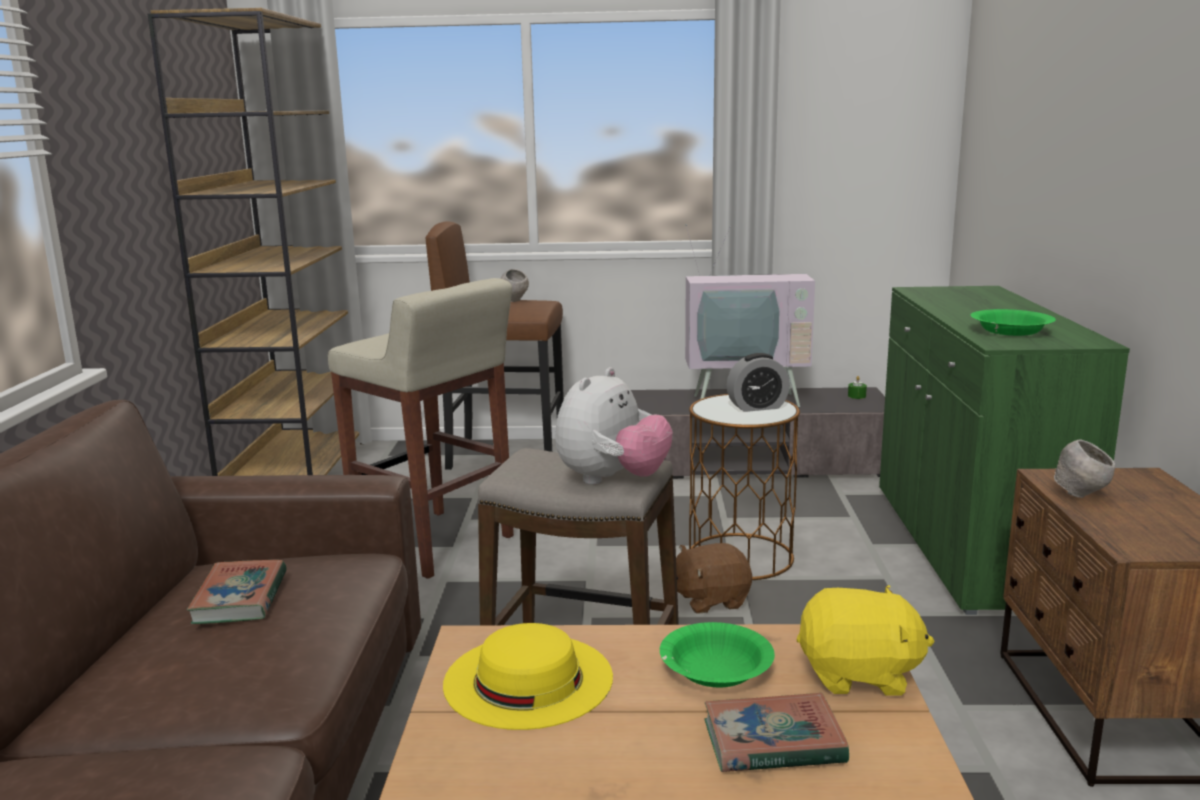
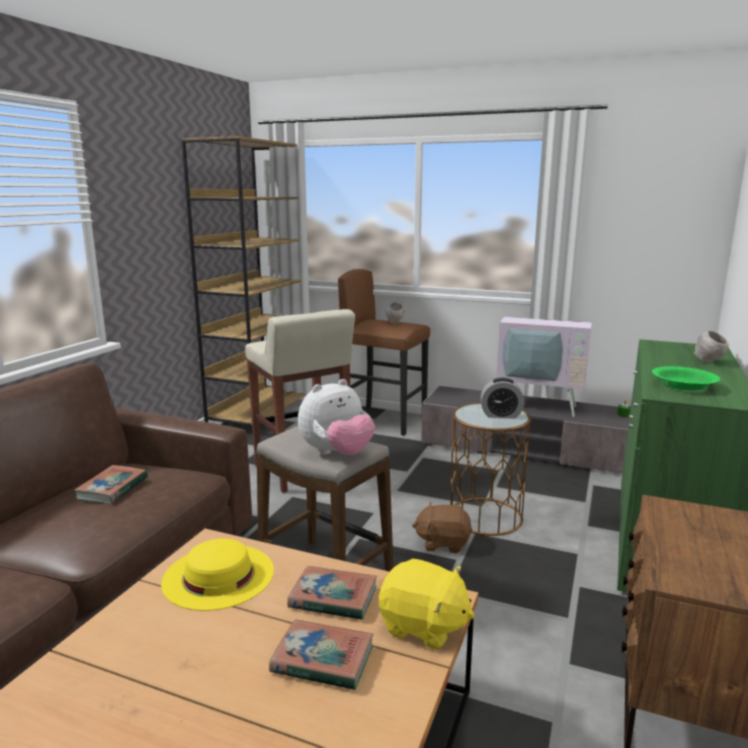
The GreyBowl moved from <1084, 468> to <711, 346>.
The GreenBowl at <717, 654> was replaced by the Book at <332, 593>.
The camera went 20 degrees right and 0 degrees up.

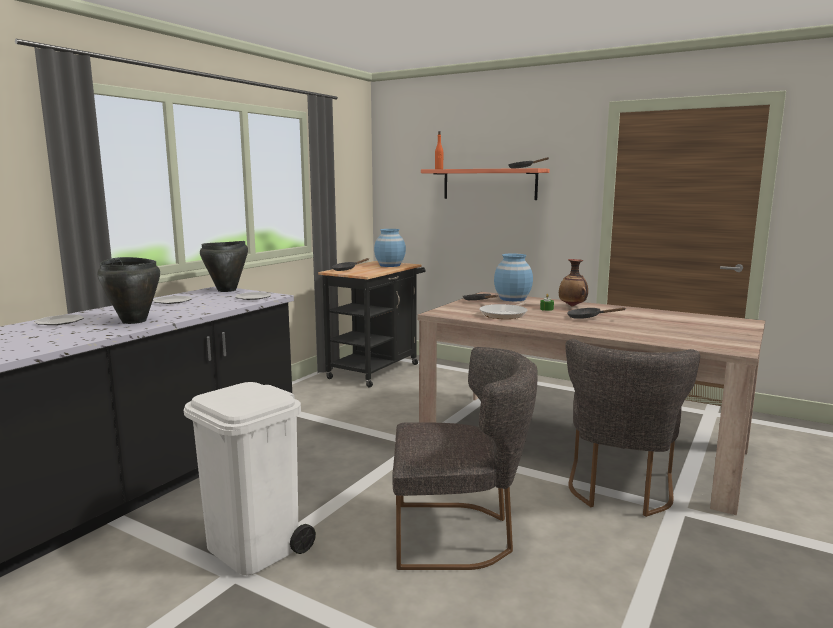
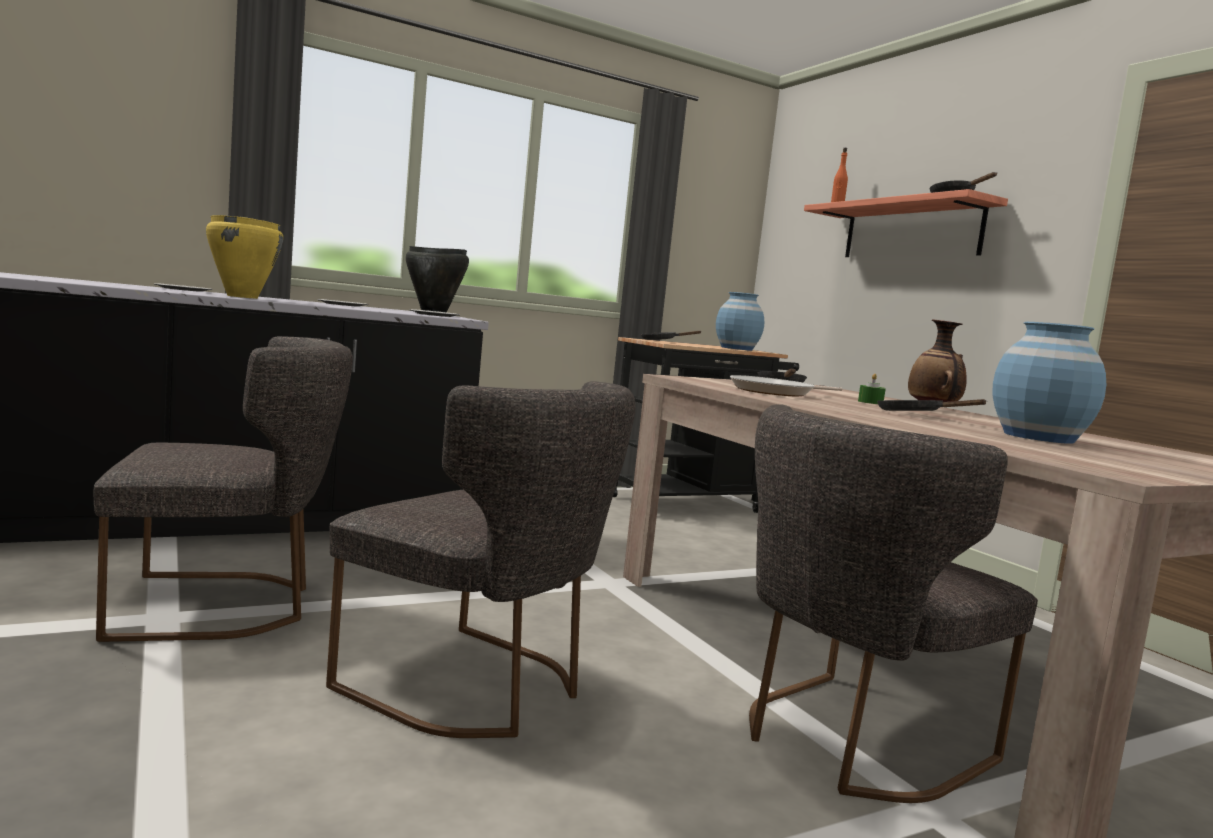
The BlueVase moved from <513, 277> to <1049, 383>.
The WhiteTrashCan at <250, 478> was replaced by the GreyChair at <223, 489>.
The BlackCookingPot at <128, 290> became the YellowCookingPot at <245, 257>.
The camera went 30 degrees right and 5 degrees down.

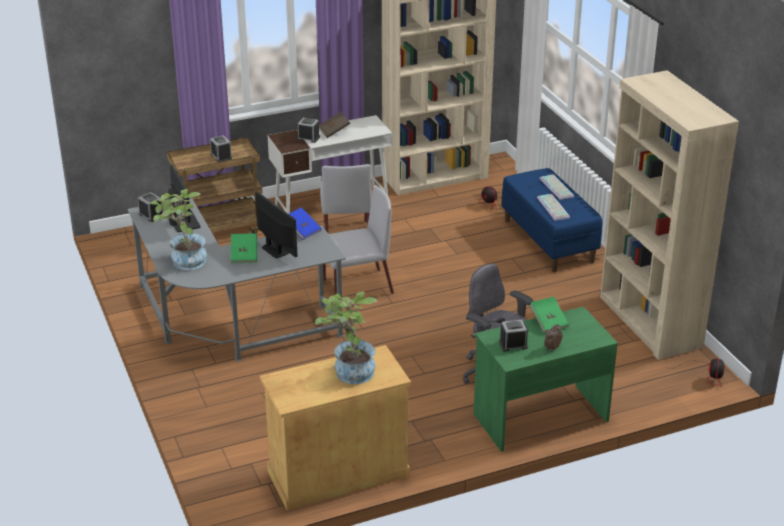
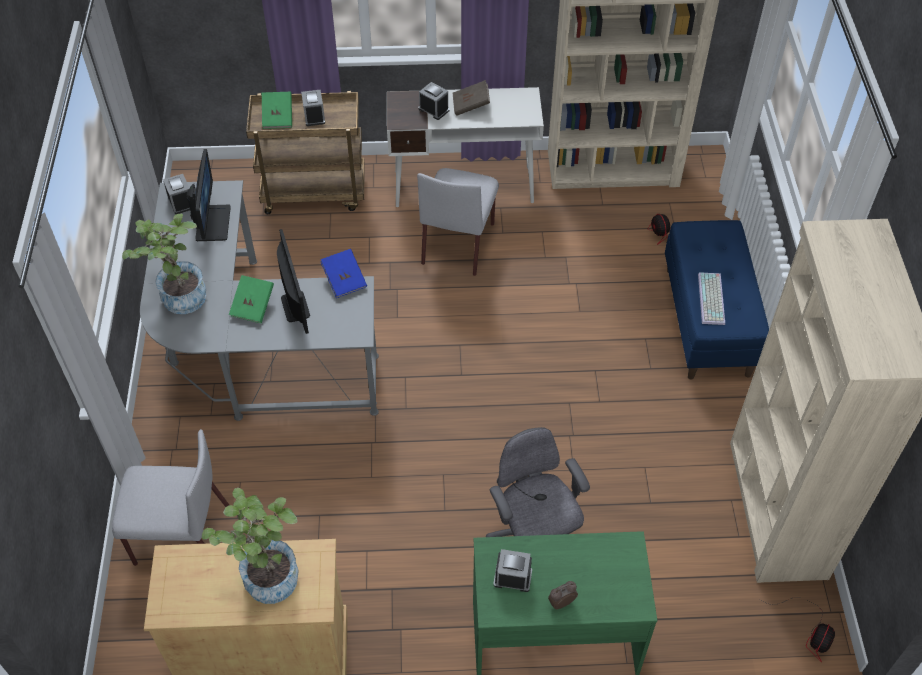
The Keyboard at <556, 187> disappeared.
The GreyChair moved from <358, 240> to <170, 497>.
The GreenBook moved from <549, 315> to <277, 110>.
The camera went 20 degrees right and 20 degrees up.

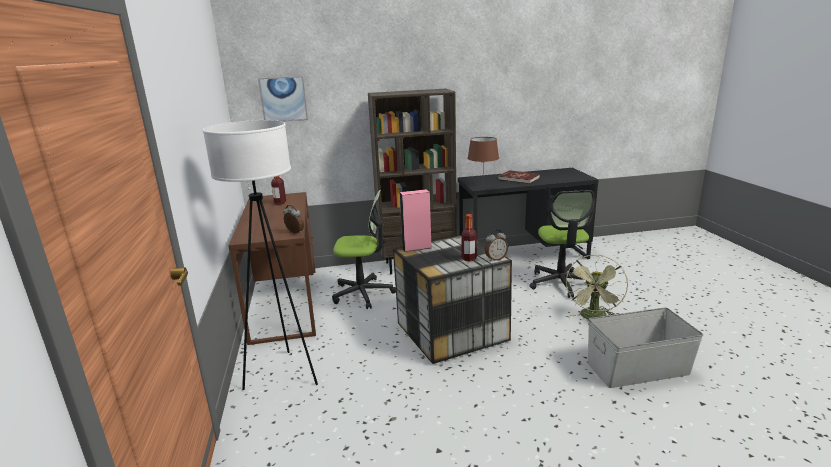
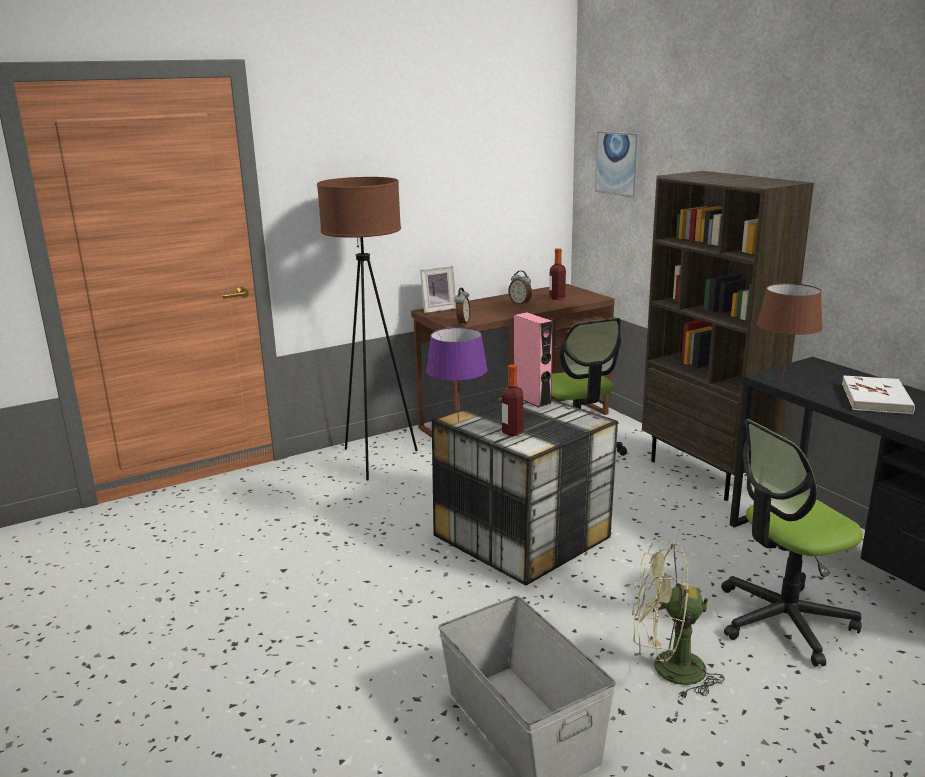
The PictureFrame at <438, 289> appeared.
The PurpleTableLamp at <457, 374> appeared.
The AlarmClock moved from <496, 245> to <520, 288>.
The WhiteFloorLamp at <260, 255> became the BrownFloorLamp at <367, 328>.
The RedBook at <519, 177> became the WhiteBook at <878, 394>.
The camera went 70 degrees right and 0 degrees up.

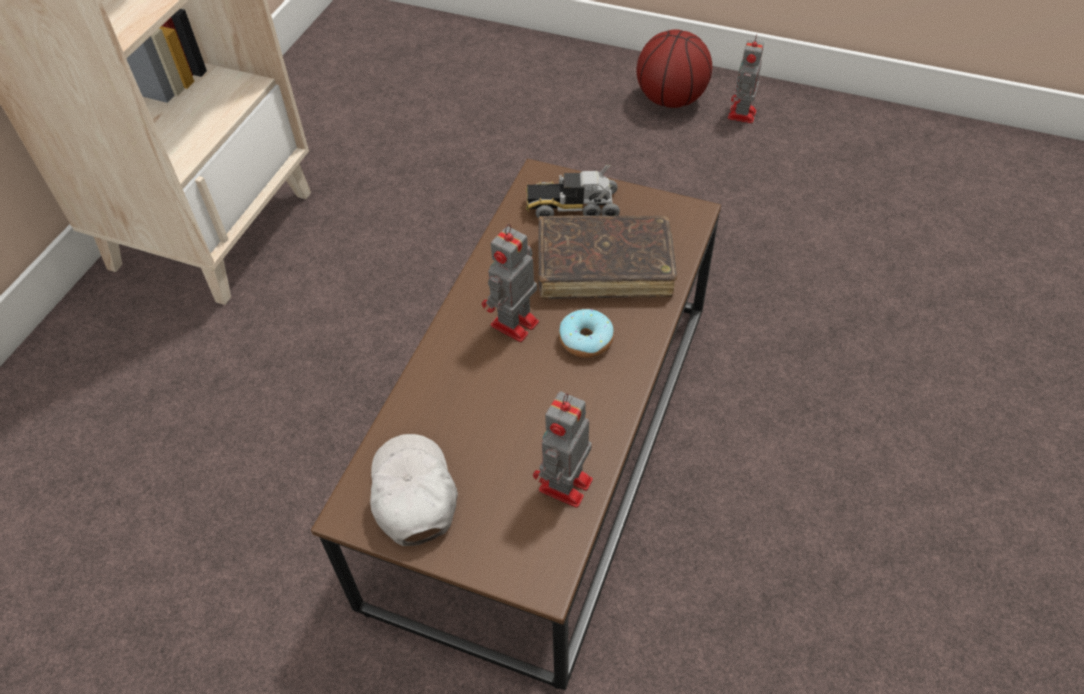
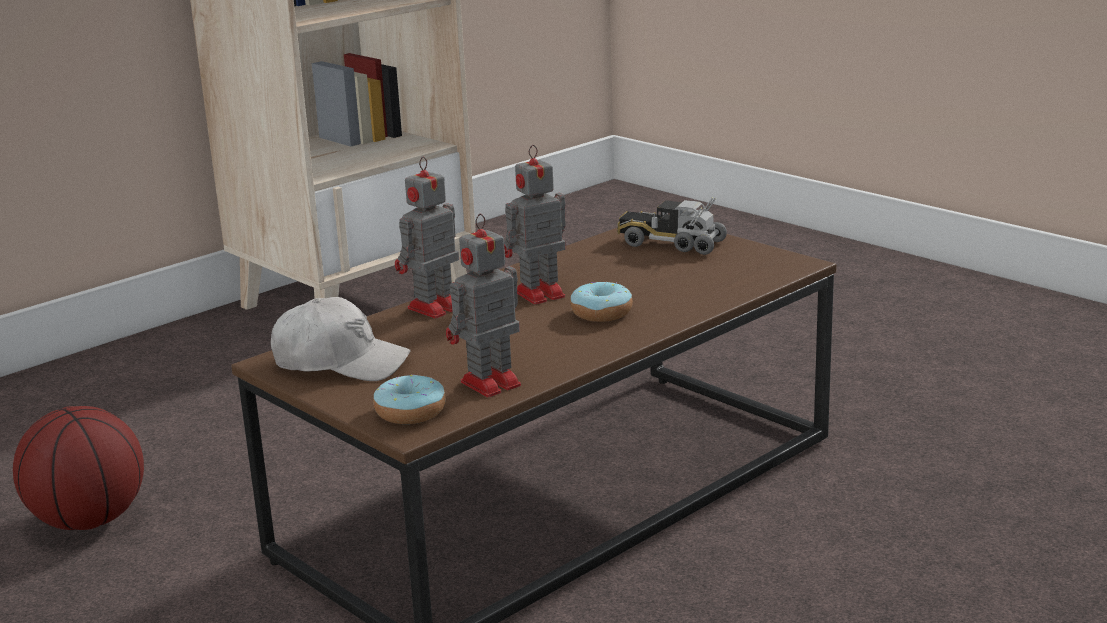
The BrownBook at <607, 257> disappeared.
The Donut at <409, 399> appeared.
The Basketball moved from <674, 68> to <78, 468>.
The ToyRobot moved from <746, 79> to <427, 238>.
The WhiteCap at <414, 490> turned 90 degrees clockwise.
The camera went 25 degrees right and 30 degrees down.

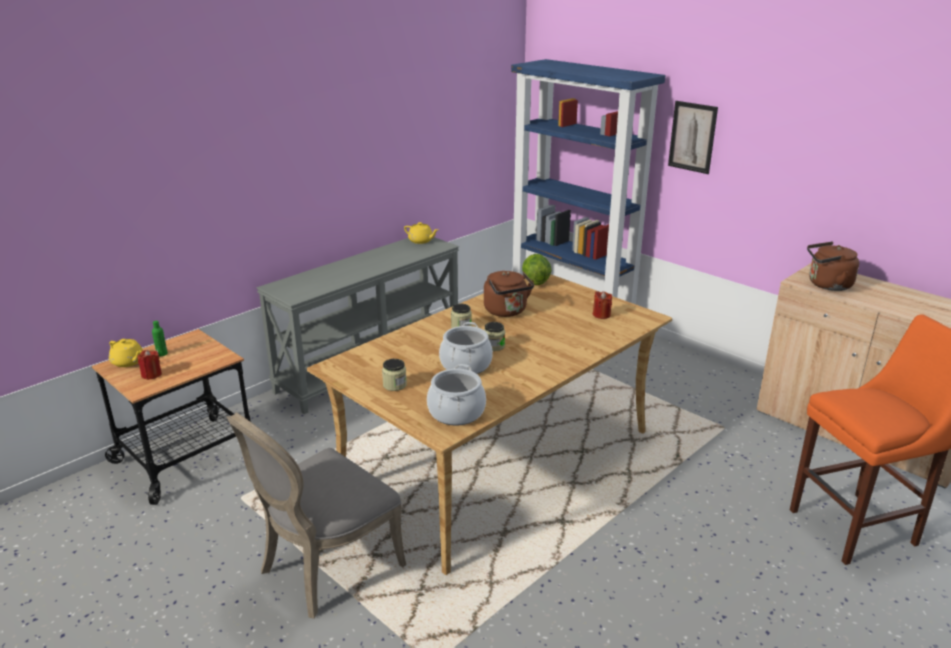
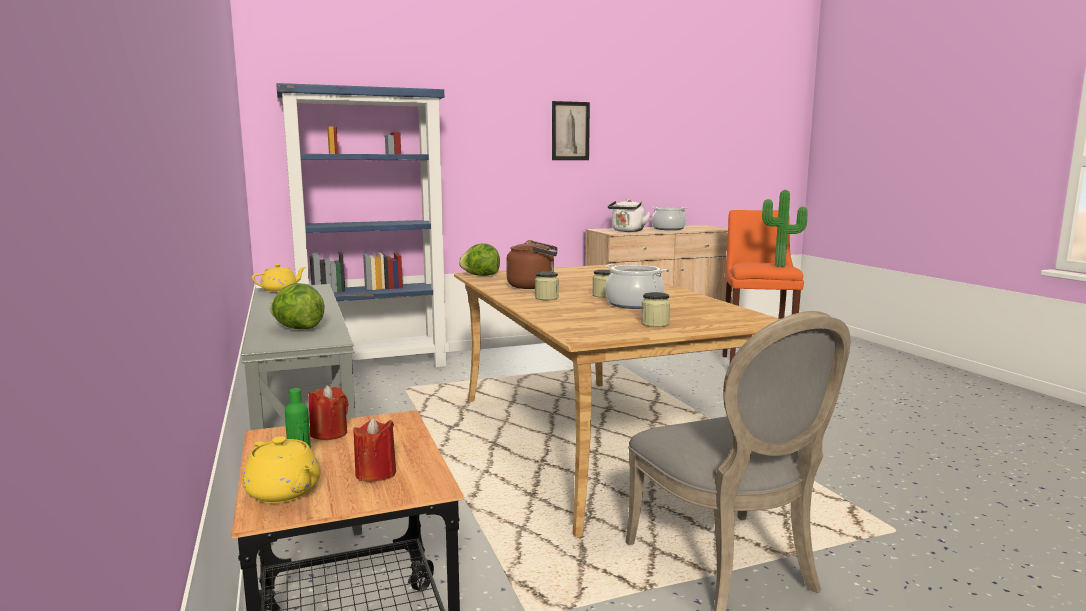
The Lettuce at <297, 306> appeared.
The PottedPlant at <785, 228> appeared.
The CookingPot moved from <456, 394> to <669, 218>.
The RedCandle moved from <602, 305> to <328, 412>.
The Picture moved from <693, 137> to <571, 130>.
The BrownKettle at <833, 266> became the WhiteKettle at <629, 215>.
The YellowTeapot at <126, 353> turned 75 degrees clockwise.
The camera went 65 degrees left and 15 degrees down.

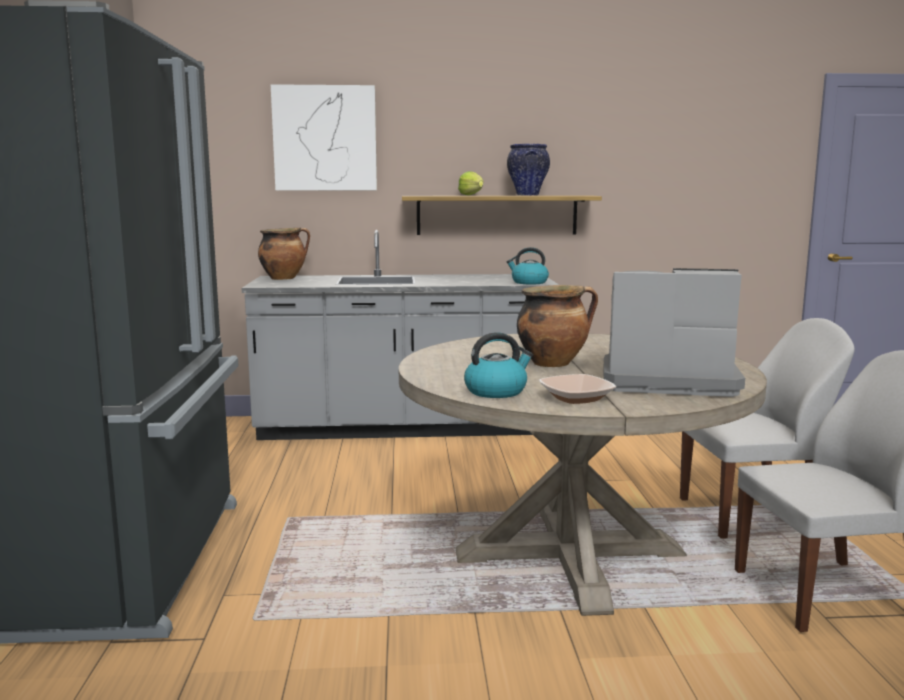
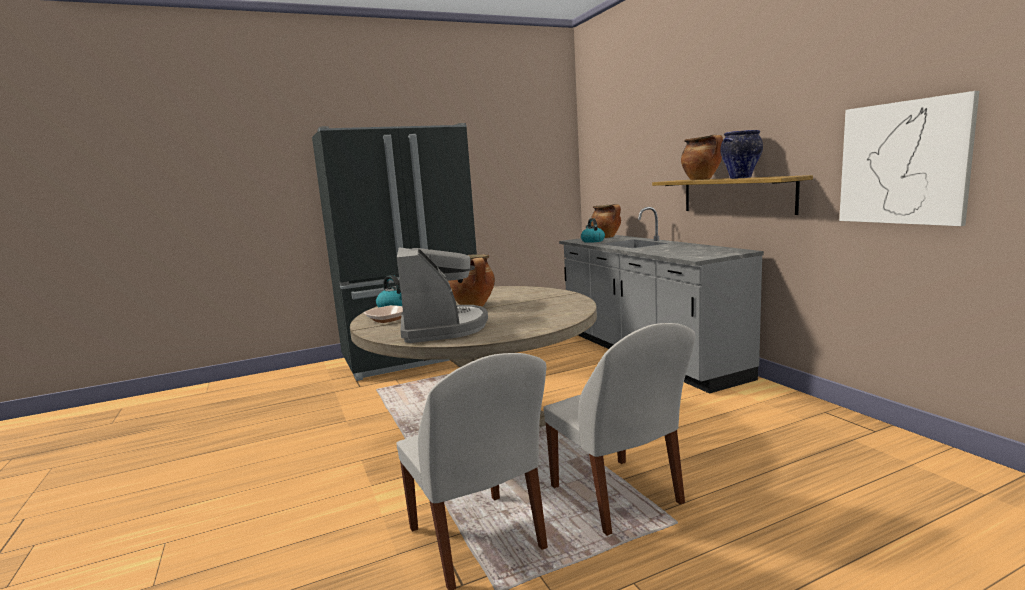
The Picture moved from <324, 137> to <909, 158>.
The Kettle moved from <528, 265> to <593, 230>.
The Lettuce at <470, 183> was replaced by the CookingPot at <702, 157>.
The camera went 70 degrees right and 0 degrees up.

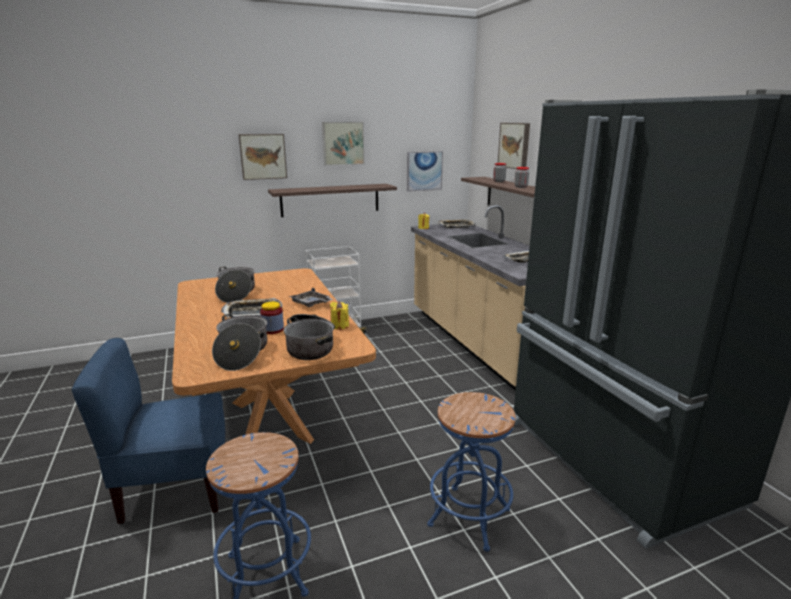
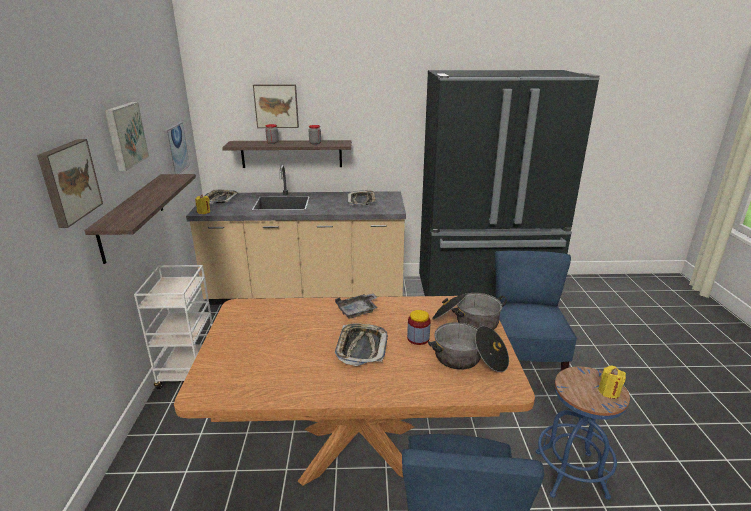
The CookingPot at <235, 284> disappeared.
The YellowCandle moved from <339, 315> to <612, 382>.
The BlueStool at <471, 472> was replaced by the BlueChair at <536, 311>.
The camera went 70 degrees left and 5 degrees up.

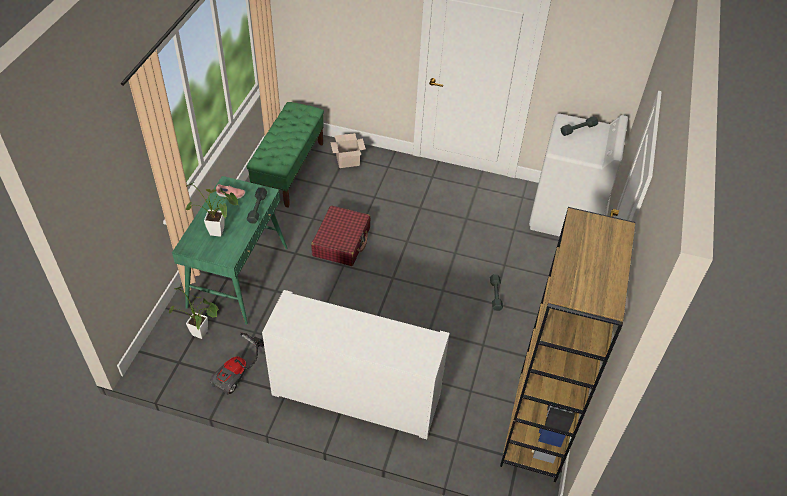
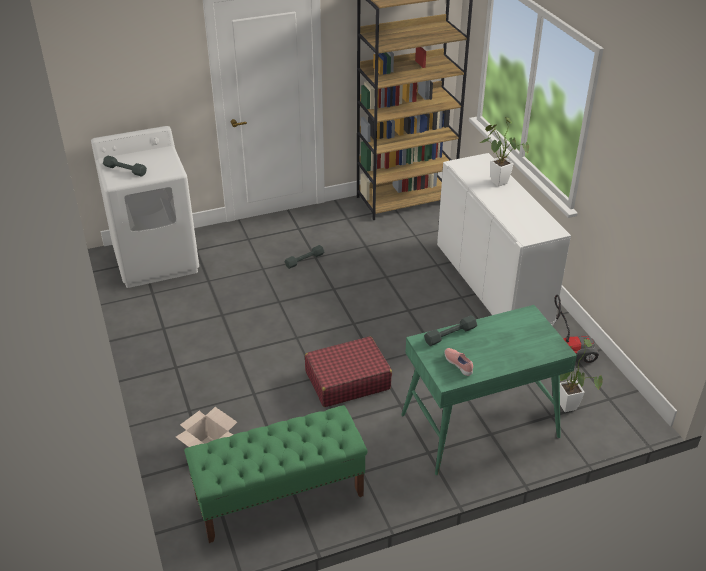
The PottedPlant moved from <212, 209> to <504, 152>.
The camera went 125 degrees left and 10 degrees down.

